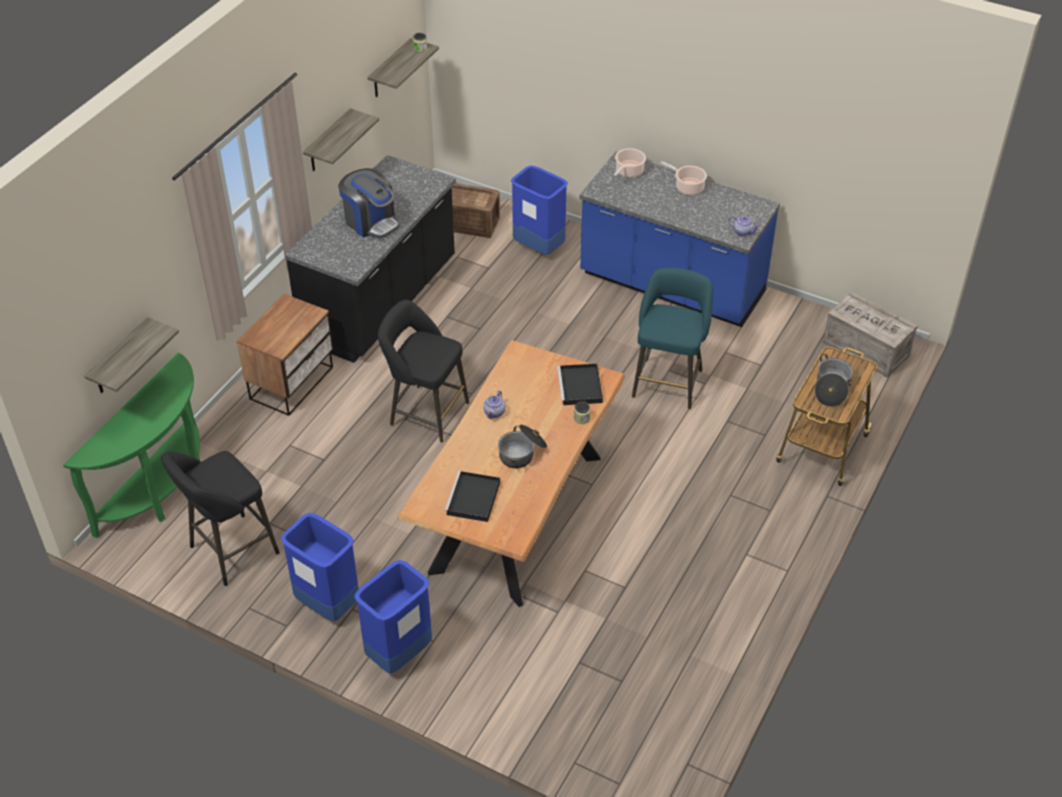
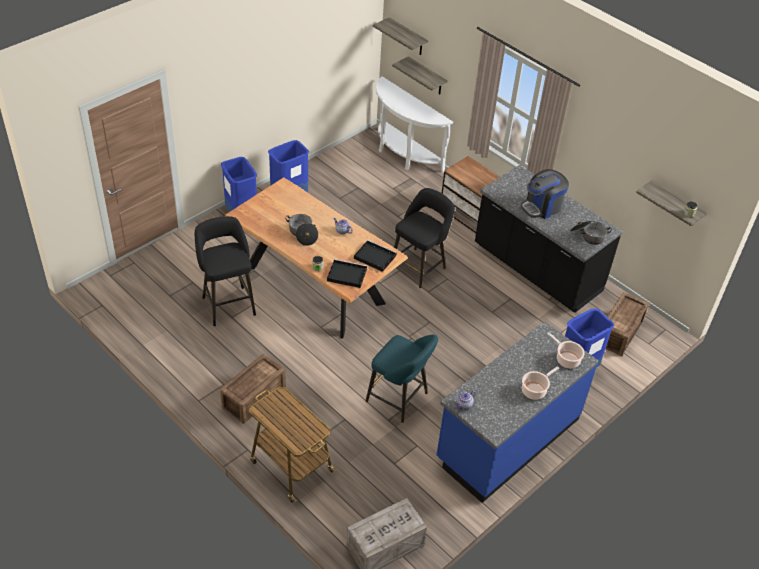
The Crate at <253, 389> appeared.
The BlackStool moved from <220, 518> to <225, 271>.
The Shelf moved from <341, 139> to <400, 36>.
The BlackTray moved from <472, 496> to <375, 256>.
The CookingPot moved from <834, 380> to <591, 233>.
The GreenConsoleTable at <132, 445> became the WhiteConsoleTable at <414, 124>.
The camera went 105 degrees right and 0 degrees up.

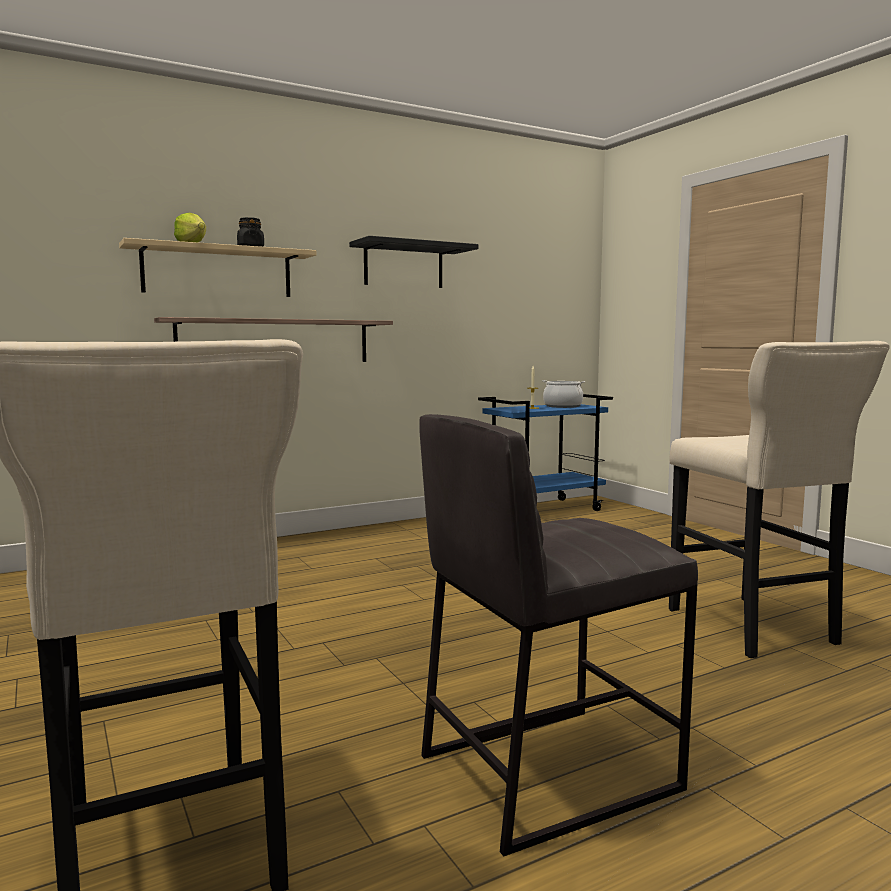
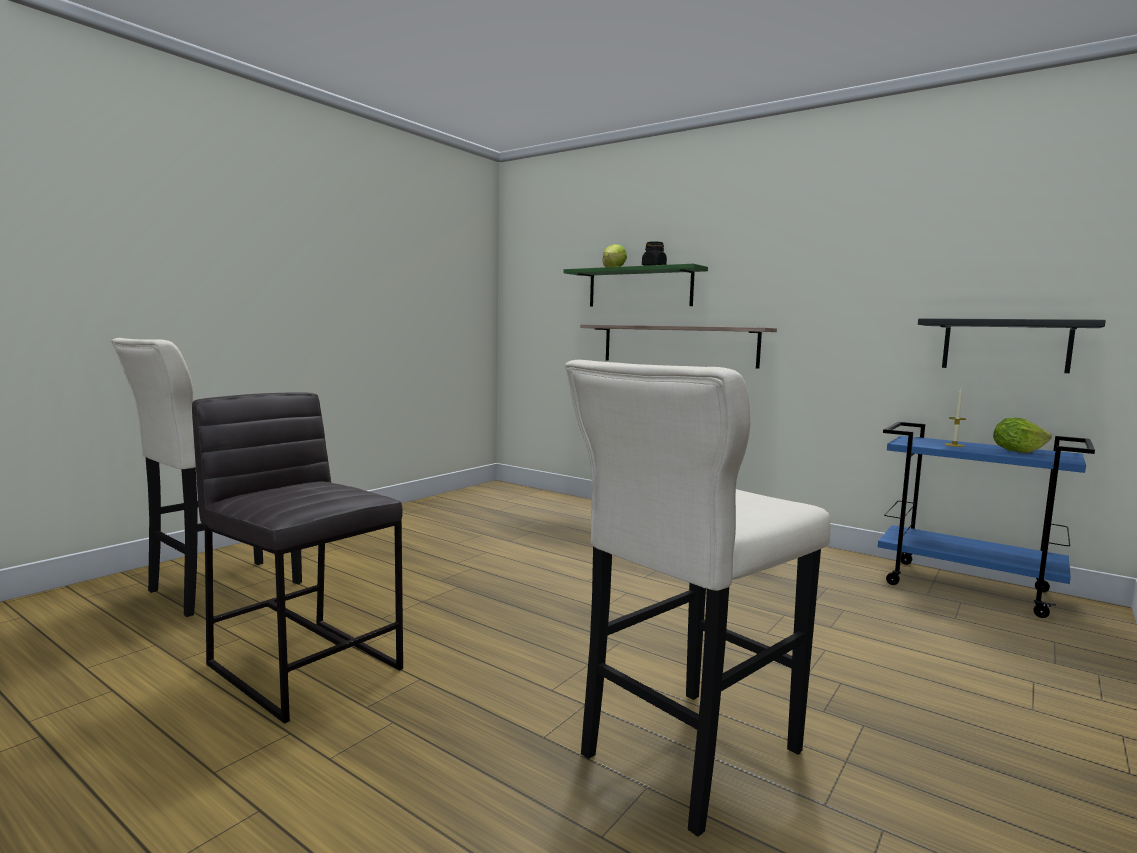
The BlackShelf moved from <414, 262> to <1012, 345>.
The CookingPot at <563, 394> was replaced by the Lettuce at <1022, 435>.
The BeigeShelf at <218, 267> became the GreenShelf at <636, 285>.
The camera went 65 degrees right and 0 degrees up.

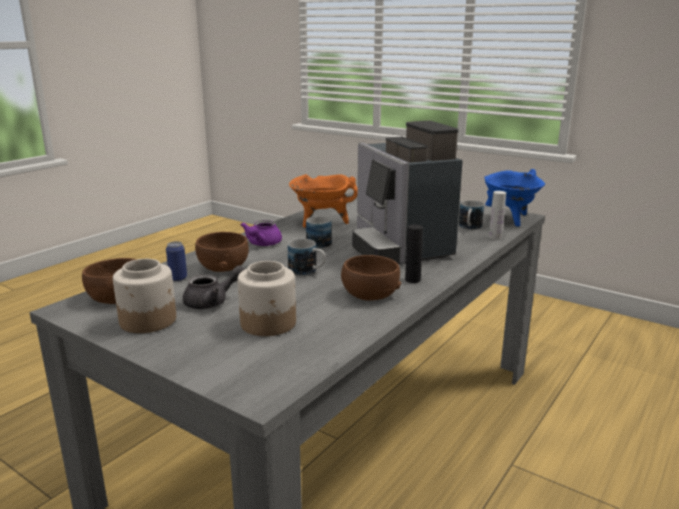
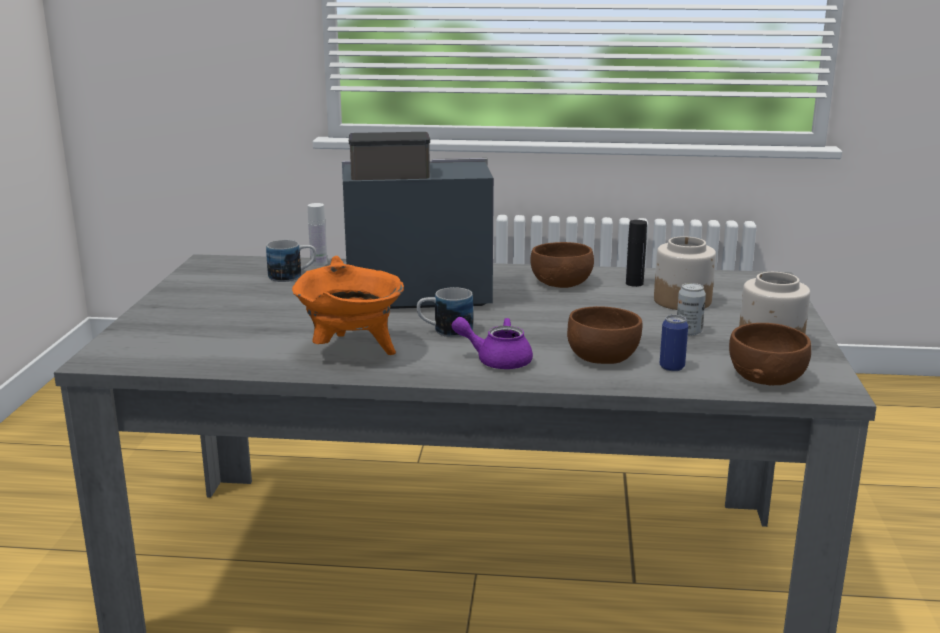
The Mug at <307, 257> disappeared.
The BlueCookingPot at <514, 198> disappeared.
The BlackBottle moved from <414, 254> to <636, 253>.
The GreyTeapot at <214, 287> was replaced by the Can at <691, 309>.
The PurpleTeapot at <261, 233> turned 150 degrees counterclockwise.
The CoffeeMachine at <407, 192> turned 135 degrees counterclockwise.
The camera went 120 degrees left and 0 degrees up.

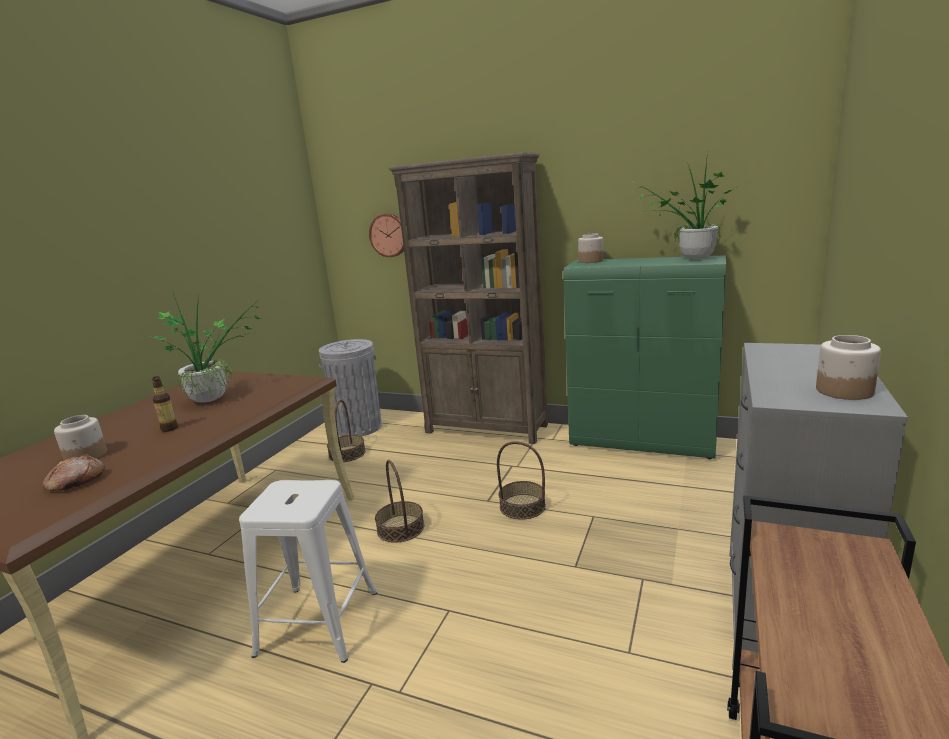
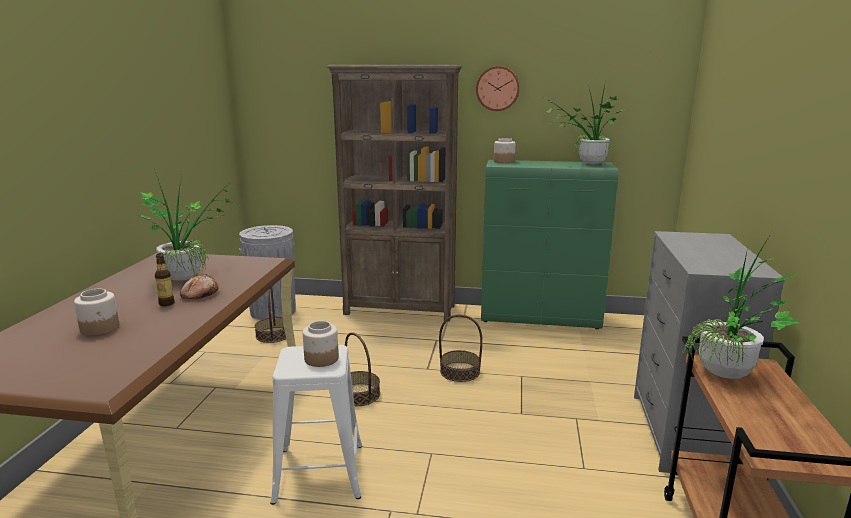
The PottedPlant at <741, 306> appeared.
The Bread moved from <74, 472> to <199, 286>.
The WallClock moved from <386, 235> to <498, 88>.
The Jar moved from <848, 367> to <321, 344>.
The camera went 15 degrees left and 0 degrees up.

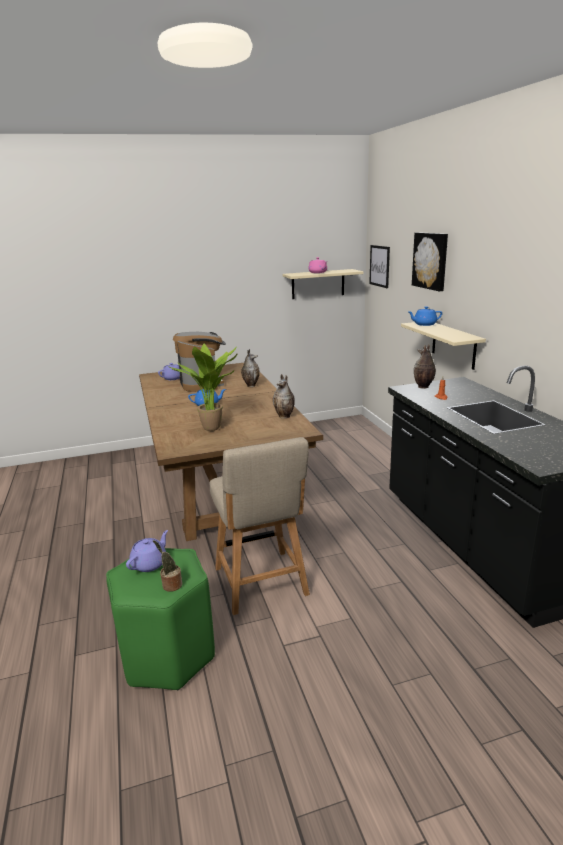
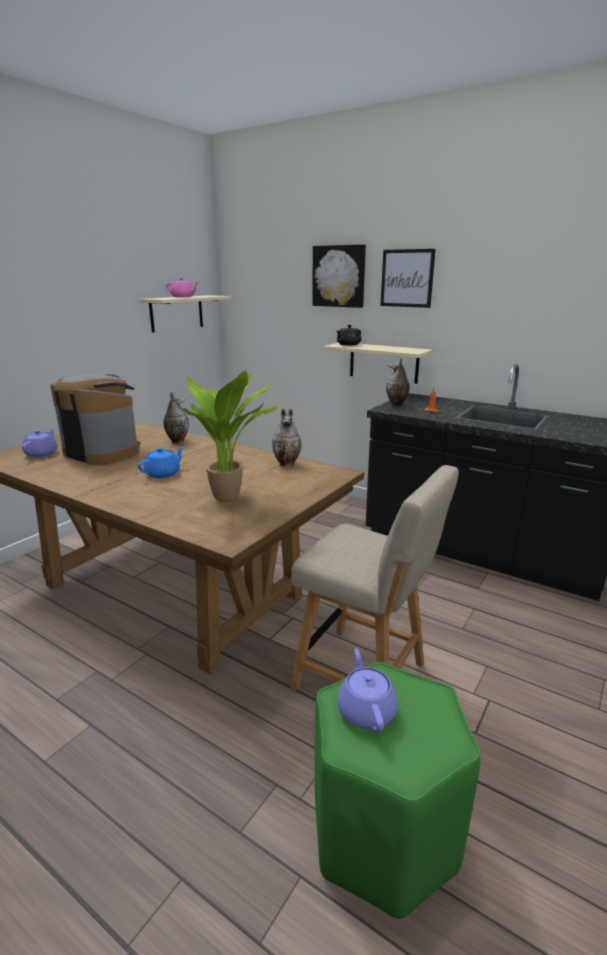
The PottedPlant at <167, 565> disappeared.
The Picture moved from <379, 266> to <408, 278>.
The BlueTeapot at <425, 316> became the BlackTeapot at <349, 335>.
The camera went 40 degrees left and 0 degrees up.

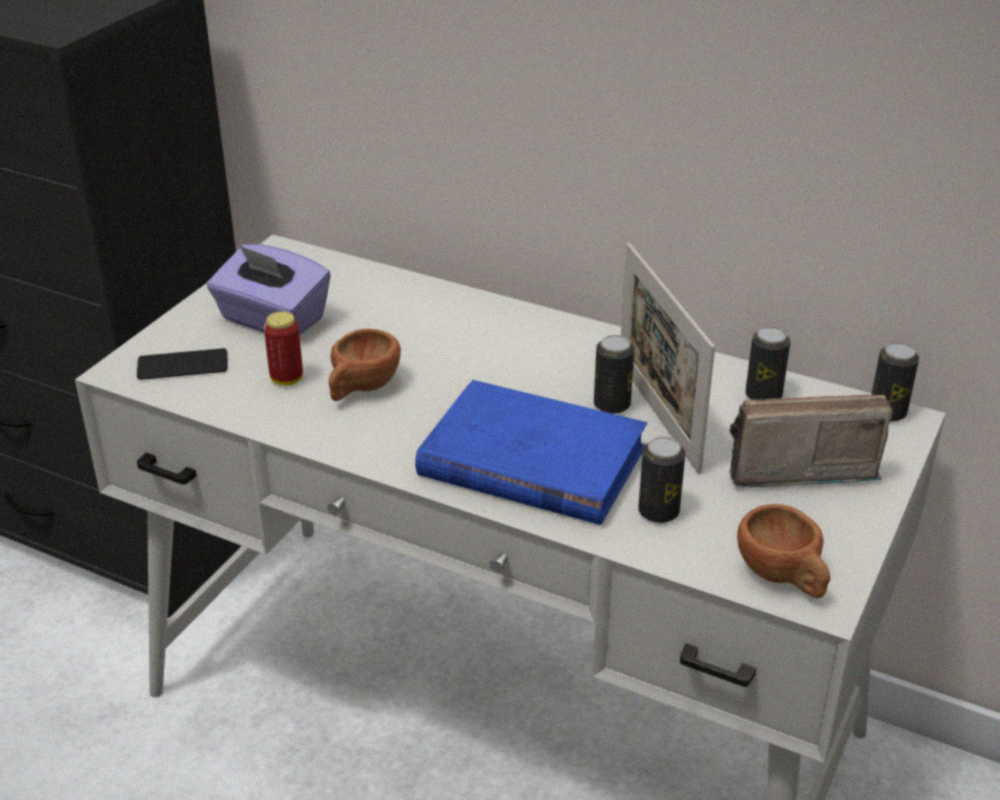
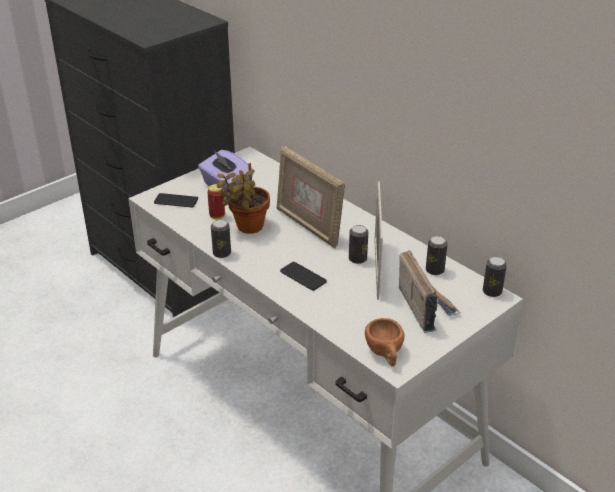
The PictureFrame at <311, 197> appeared.
The Can moved from <661, 480> to <221, 238>.
The BrownCup at <365, 365> was replaced by the PottedPlant at <243, 198>.
The BlueBook at <531, 452> was replaced by the Phone at <303, 276>.
The Radio at <811, 440> turned 60 degrees clockwise.
The camera went 20 degrees right and 0 degrees up.

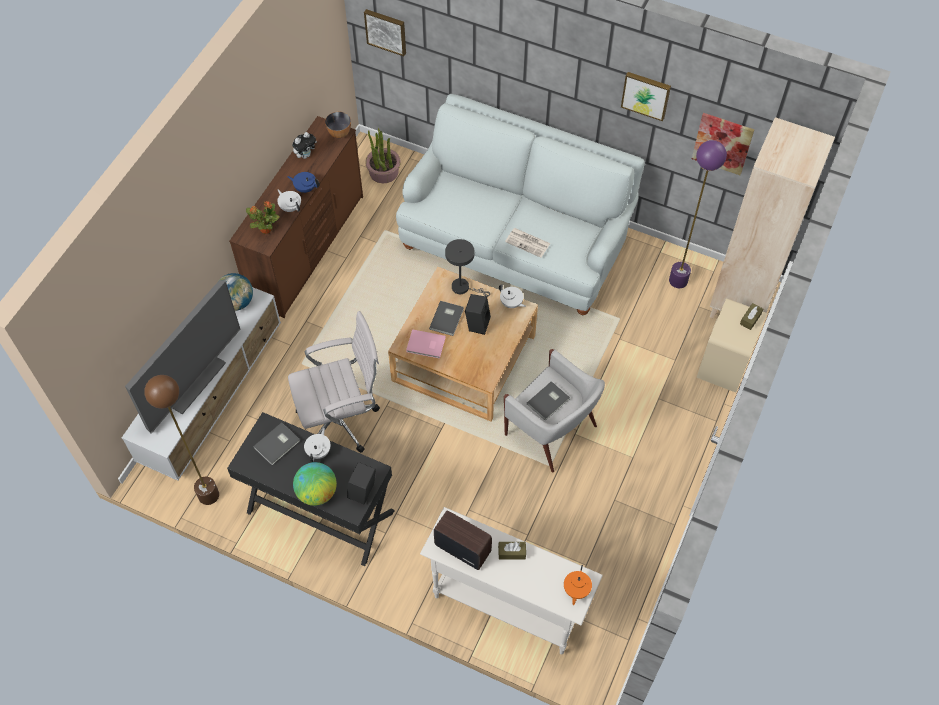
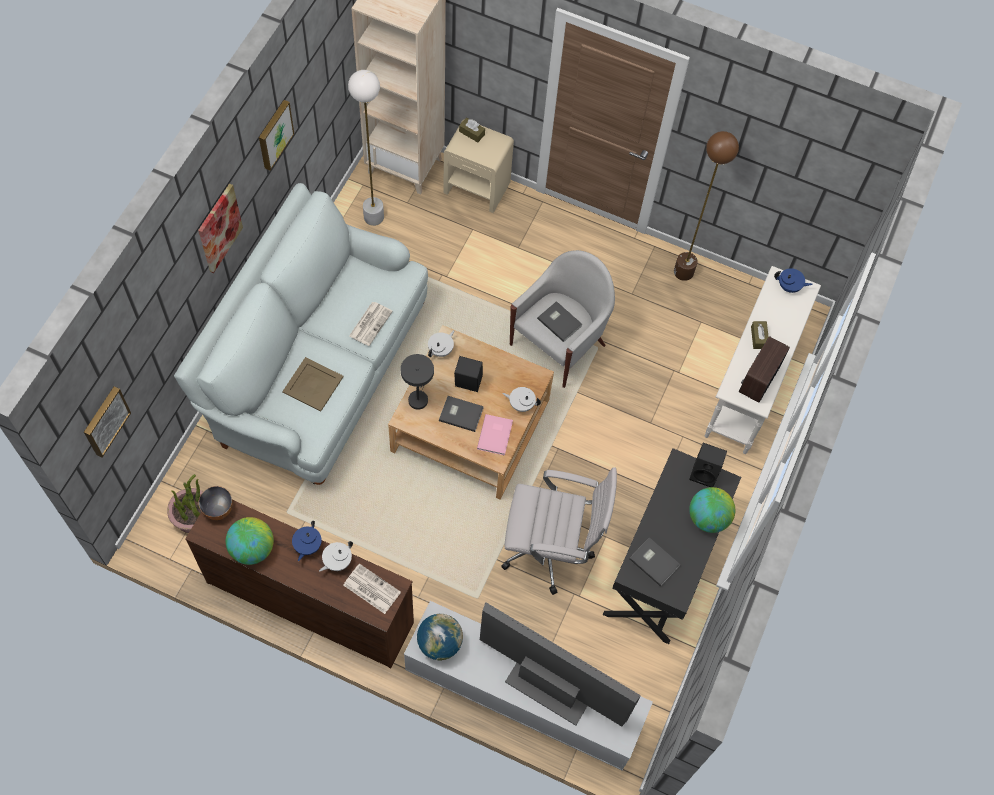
The BeigeTray at <313, 384> appeared.
The BrownFloorLamp moved from <181, 440> to <706, 206>.
The WhiteTeapot moved from <317, 445> to <522, 399>.
The Picture moved from <723, 144> to <220, 228>.
The PottedPlant at <262, 217> was replaced by the Newspaper at <372, 588>.
The PlushToy at <304, 145> was replaced by the Globe at <250, 541>.
The OrangeTeapot at <578, 585> became the BlueTeapot at <793, 280>.
The PurpleFloorLamp at <698, 214> became the WhiteFloorLamp at <366, 148>.
The WhiteOfficeChair at <334, 382> turned 120 degrees clockwise.
The camera went 95 degrees left and 5 degrees up.

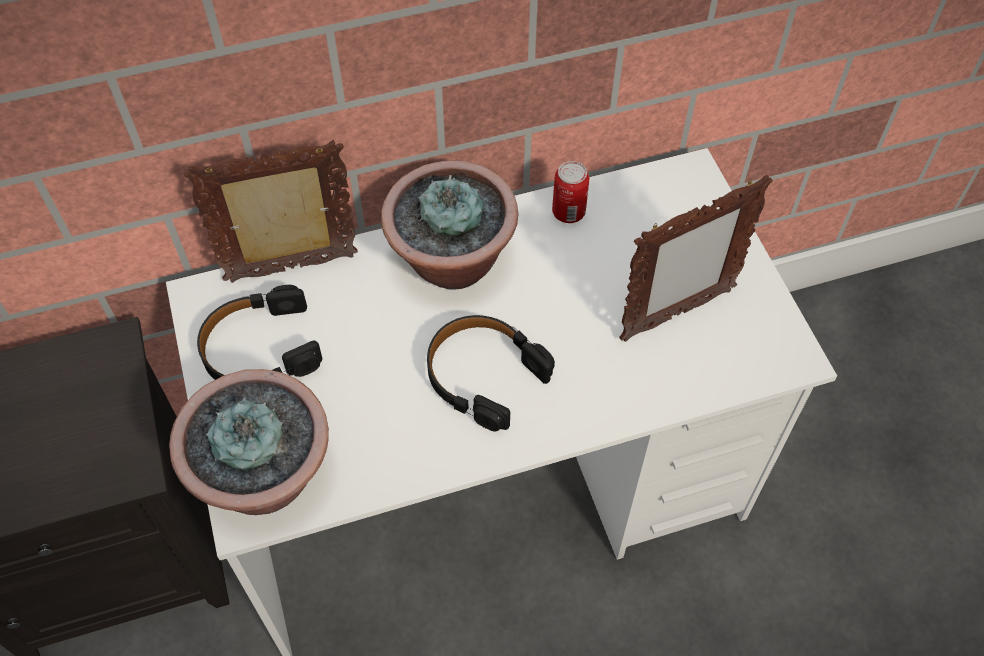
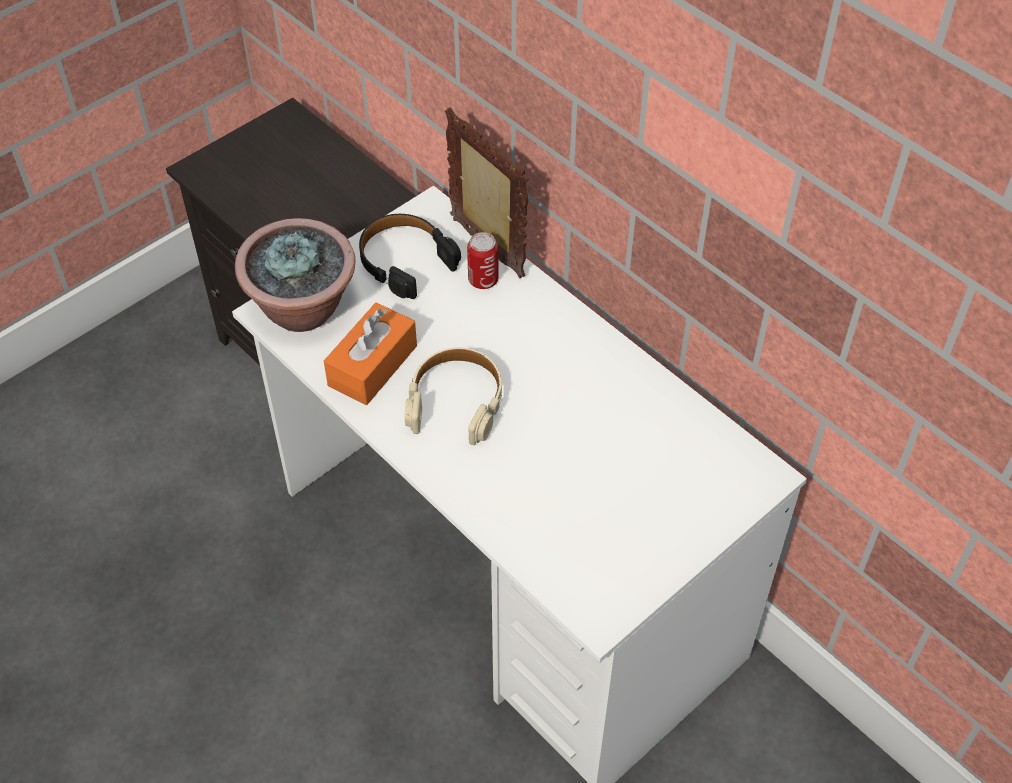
The PottedPlant at <449, 225> disappeared.
The PictureFrame at <696, 258> disappeared.
The OrangeTissueBox at <370, 354> appeared.
The Can moved from <571, 192> to <482, 260>.
The BlackHeadphones at <491, 373> became the BeigeHeadphones at <453, 396>.
The camera went 65 degrees right and 5 degrees down.

